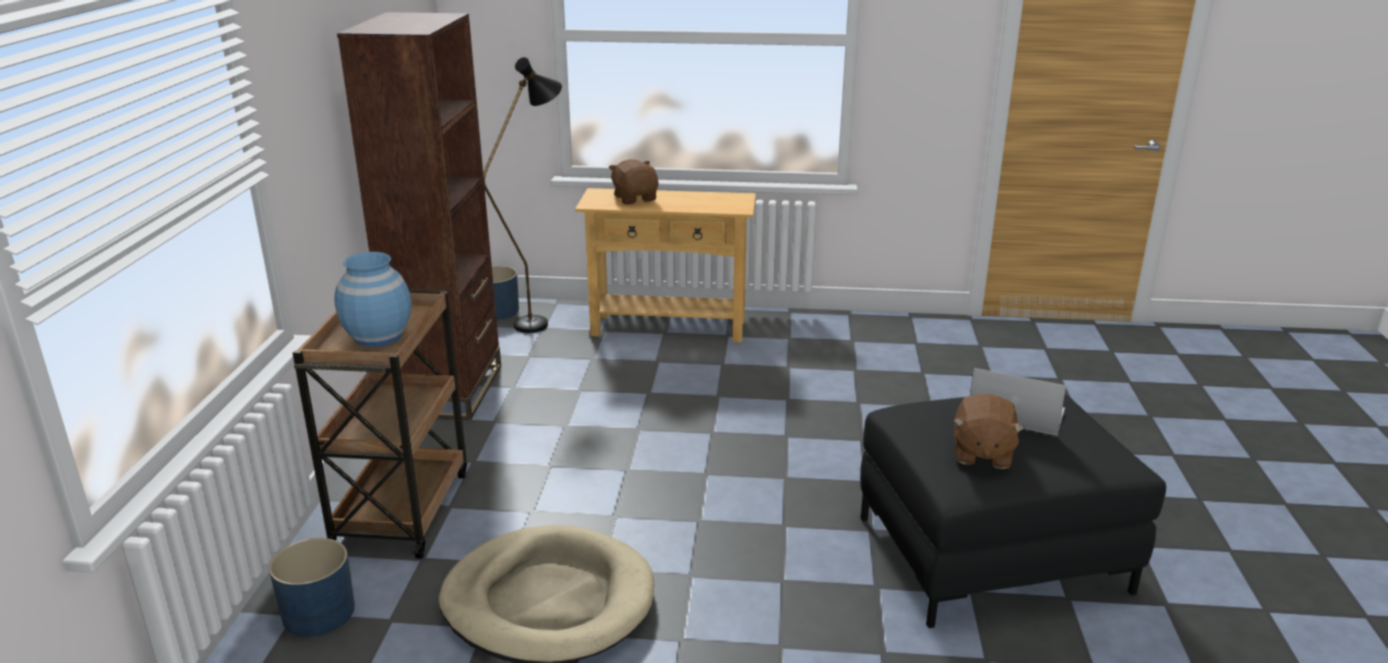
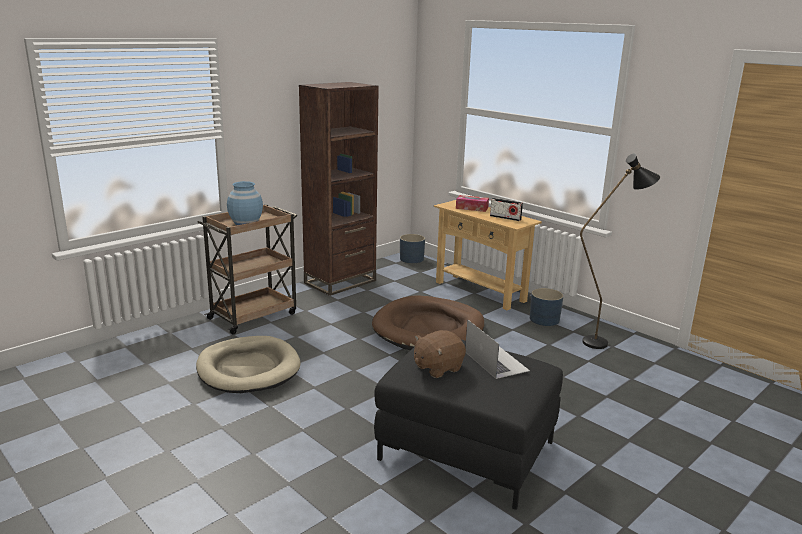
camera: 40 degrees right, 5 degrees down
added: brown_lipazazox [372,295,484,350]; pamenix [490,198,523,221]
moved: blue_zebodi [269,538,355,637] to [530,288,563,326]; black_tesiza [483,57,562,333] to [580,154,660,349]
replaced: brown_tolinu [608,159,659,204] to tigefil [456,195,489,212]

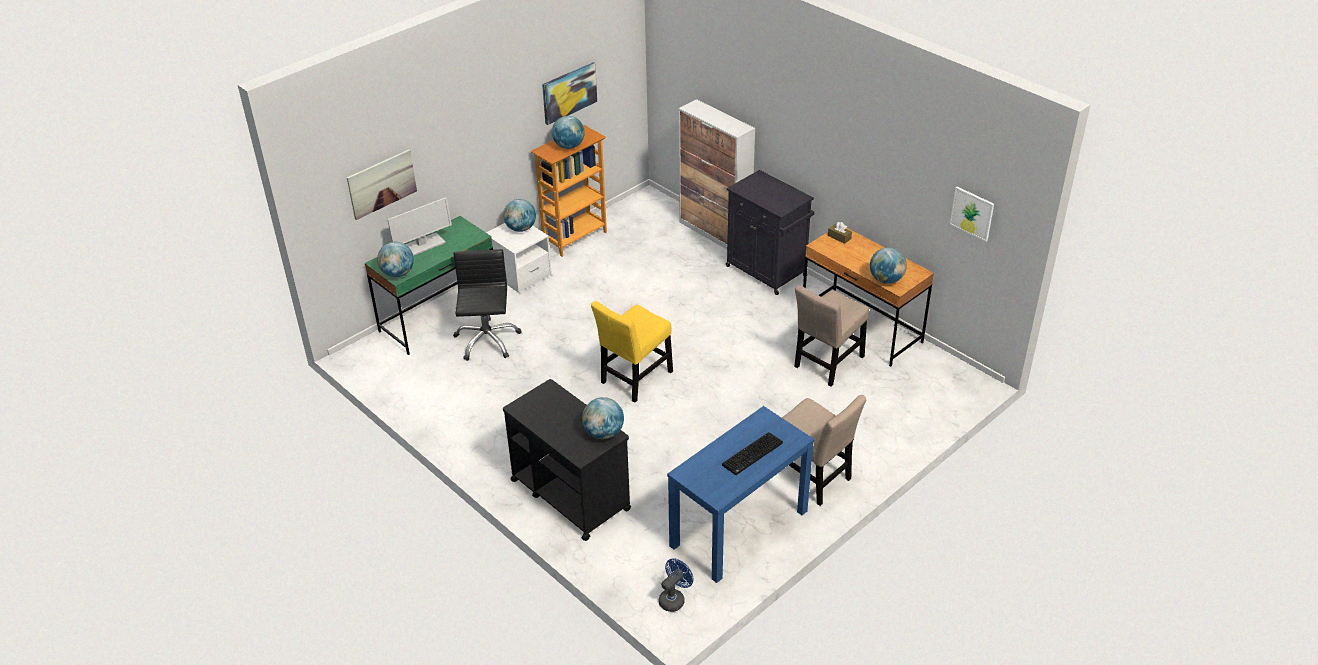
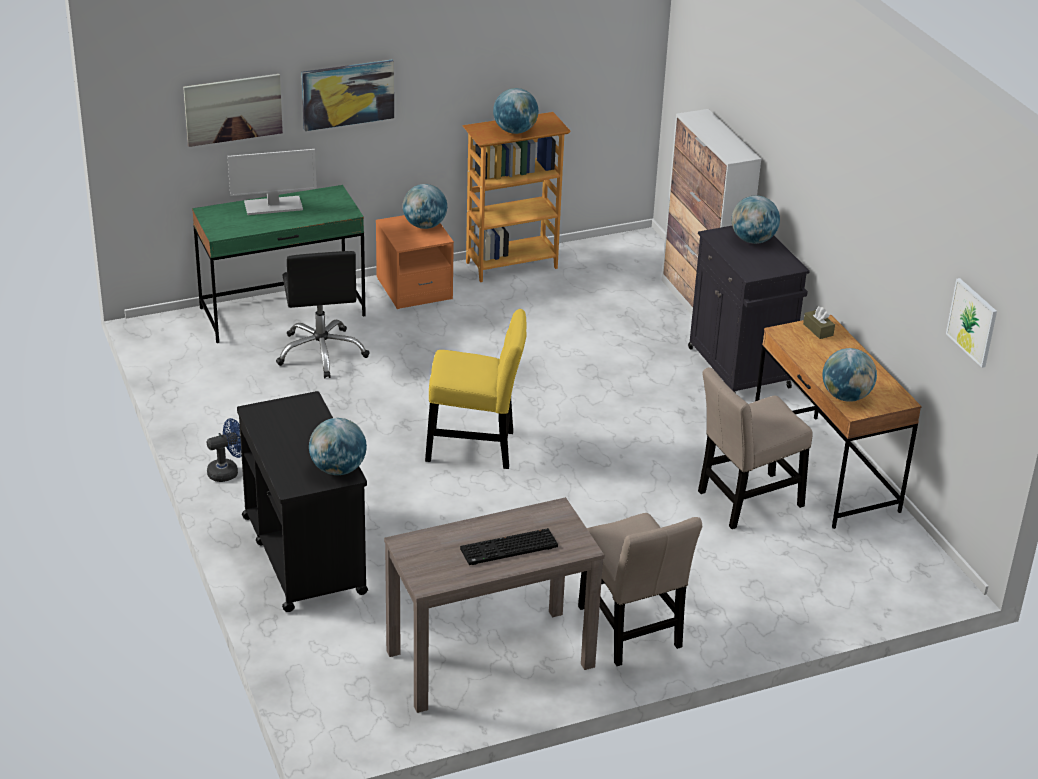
camera: 20 degrees right, 5 degrees down
moved: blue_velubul [659,558,693,612] to [207,418,242,482]; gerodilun [542,62,597,125] to [301,60,394,131]; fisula [377,242,414,277] to [732,195,780,244]
recoloured: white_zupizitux [486,223,552,293] to orange_zupizitux [376,215,454,309]; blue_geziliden [667,406,814,583] to brown_geziliden [384,497,604,713]
turned: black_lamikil [453,249,522,361] = [276,251,370,378] 150 degrees clockwise; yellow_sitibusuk [591,301,673,403] = [425,309,527,469] 150 degrees counterclockwise

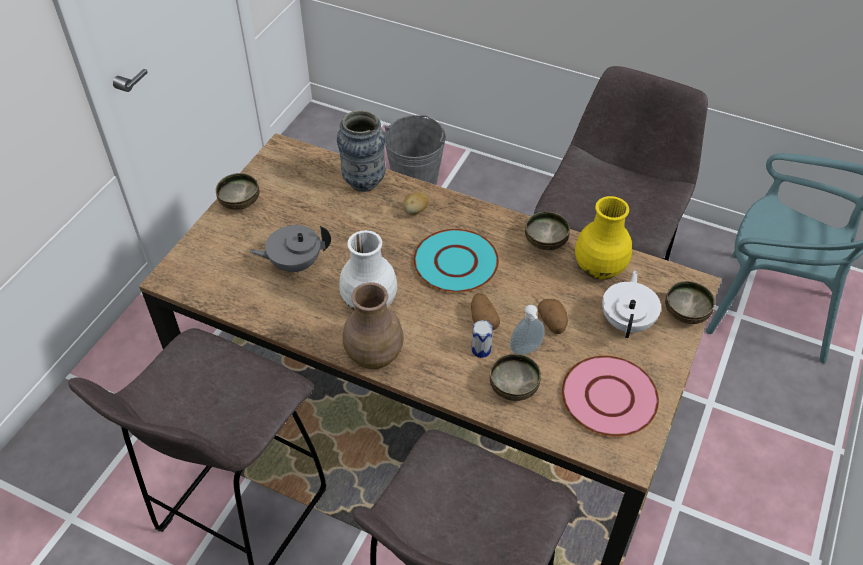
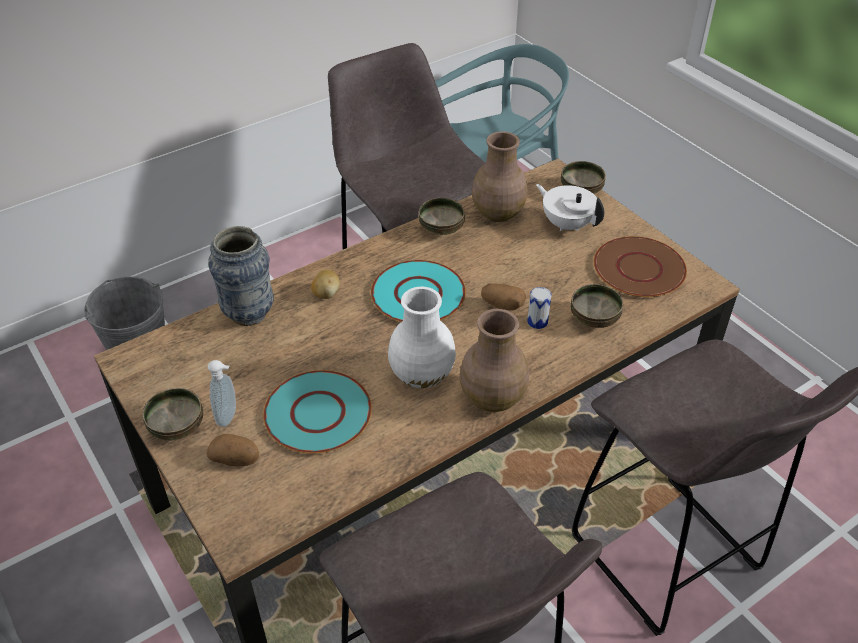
camera: 60 degrees left, 5 degrees down
moved: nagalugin [538,299,568,334] to [207,434,259,466]; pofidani [510,305,545,355] to [208,360,236,427]
replaced: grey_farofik [249,225,331,273] to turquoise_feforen [263,370,372,454]
recoloured: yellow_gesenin [575,196,632,280] to brown_gesenin [472,131,528,222]; pink_feforen [561,356,659,437] to brown_feforen [594,236,687,297]

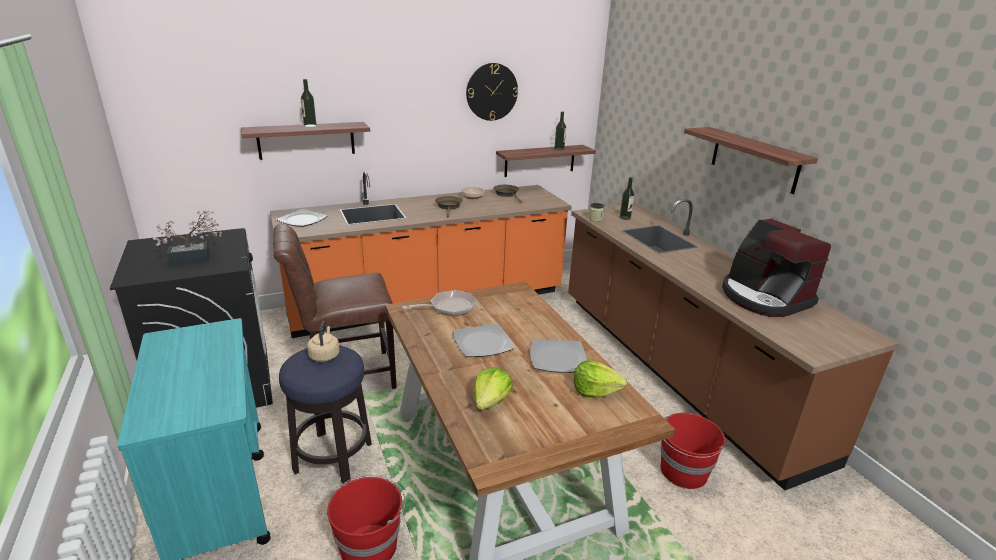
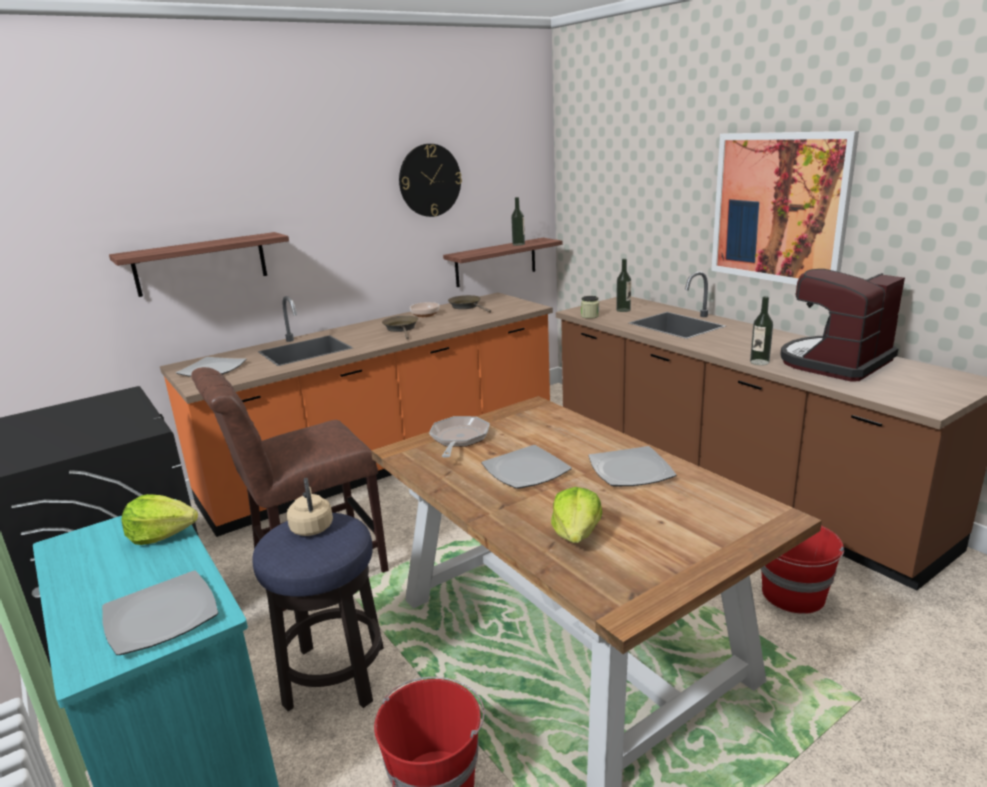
camera: 10 degrees left, 5 degrees down
removed: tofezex [153,210,222,266]
added: feforen [102,571,218,655]
moved: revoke [574,360,627,398] to [122,494,198,545]; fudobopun [301,79,317,127] to [750,296,773,365]
replaced: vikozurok [684,127,818,194] to gerodilun [711,131,859,285]
turned: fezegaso [402,290,477,316] = [429,416,490,458] 45 degrees counterclockwise; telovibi [722,219,831,317] = [780,269,905,382] 90 degrees clockwise

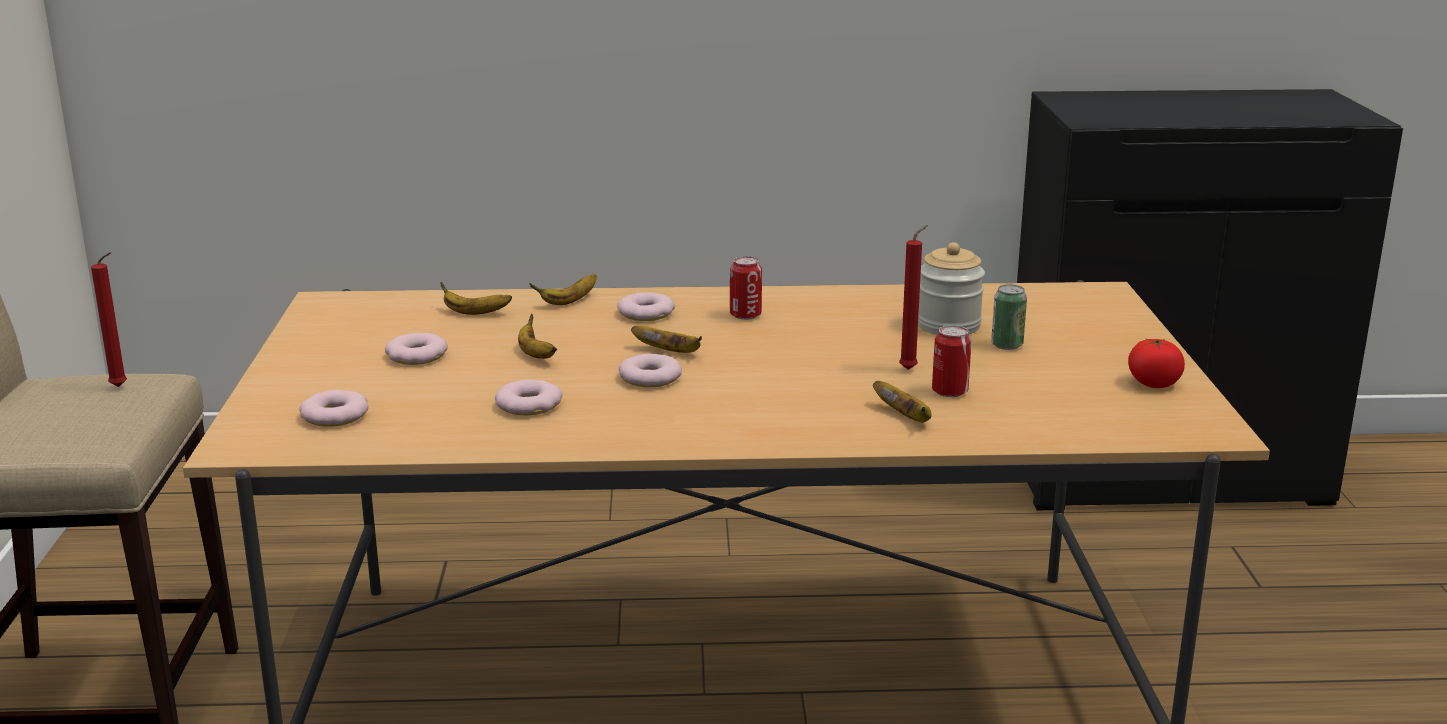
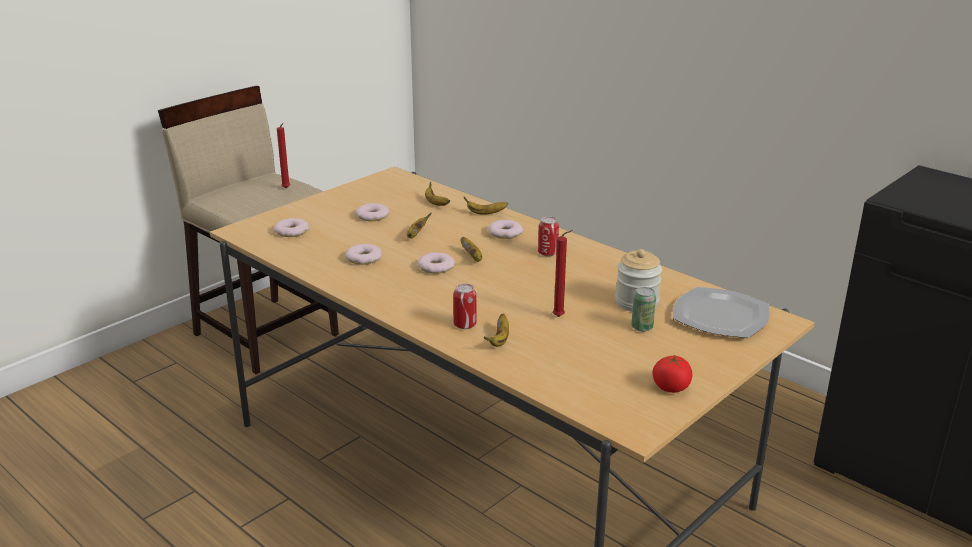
camera: 45 degrees right, 5 degrees up
added: feforen [673,287,770,338]
moved: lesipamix [932,325,971,397] to [453,284,476,329]

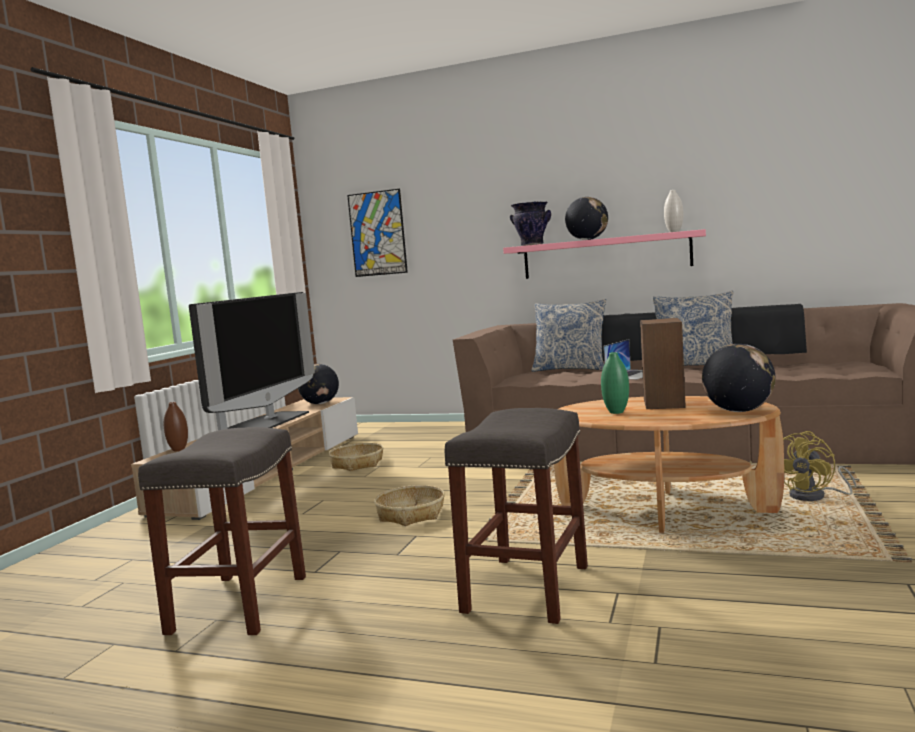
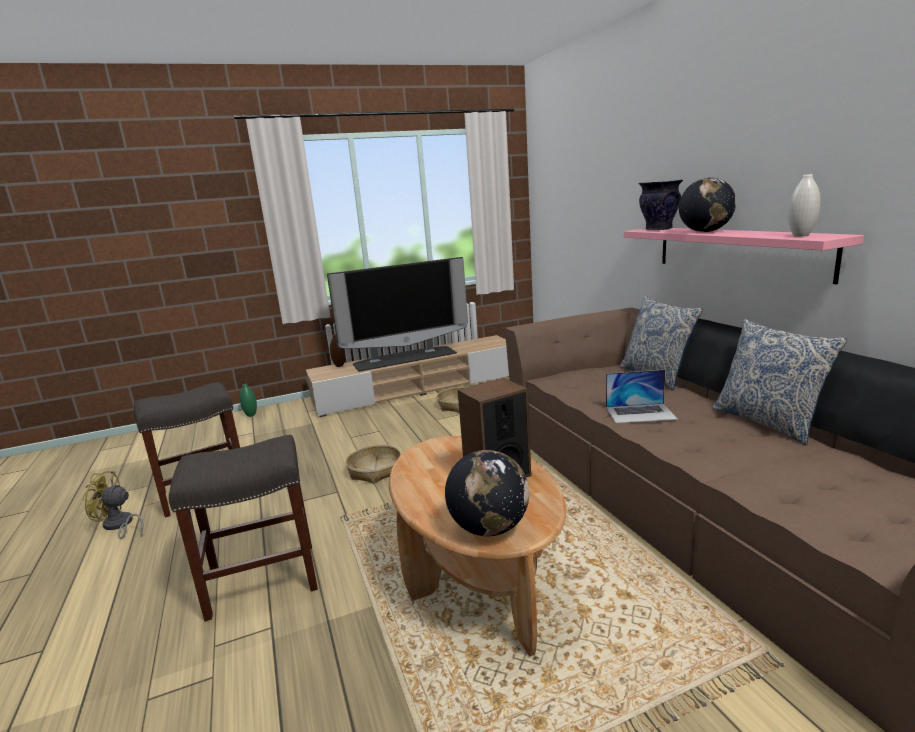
camera: 50 degrees right, 10 degrees up
removed: fisula [298,364,339,404]; gerodilun [347,189,408,277]
moved: yellow_velubul [783,431,856,501] to [82,471,144,539]; green_gesenin [601,352,629,414] to [240,384,257,417]

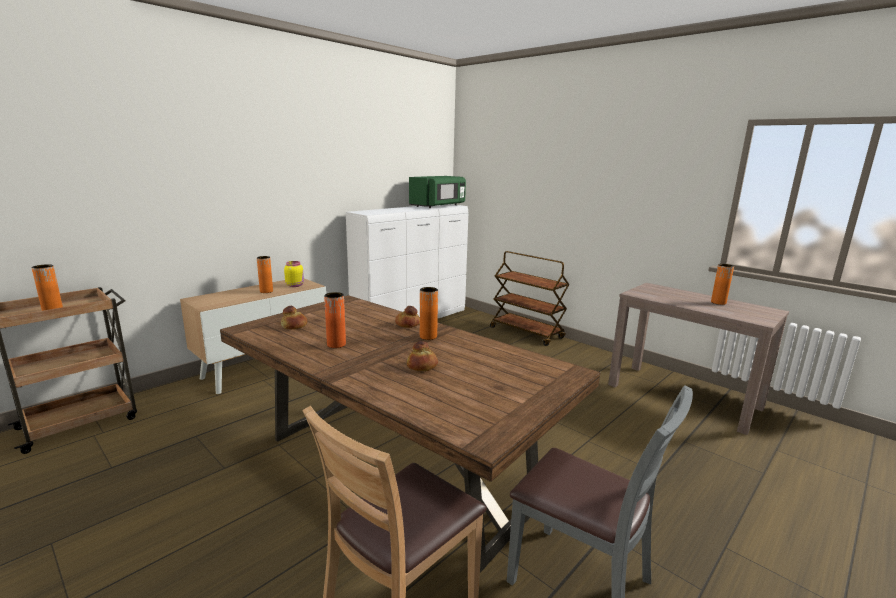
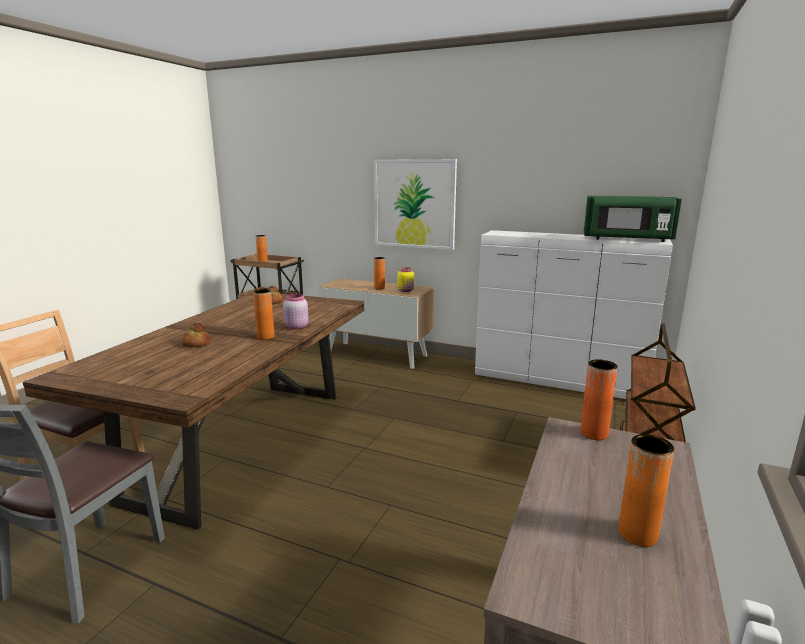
camera: 70 degrees right, 0 degrees up
added: gerodilun [374,159,457,250]
moved: orange_gesenin [324,292,346,348] to [580,359,618,440]
replaced: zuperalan [395,306,420,328] to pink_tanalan [283,294,309,329]

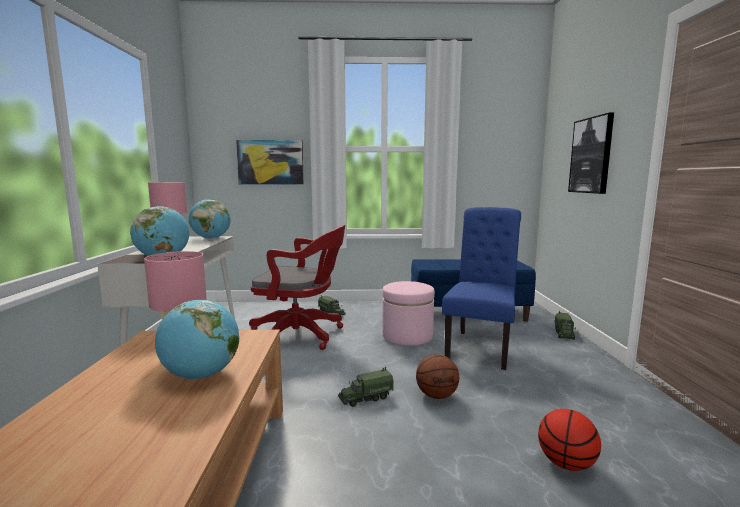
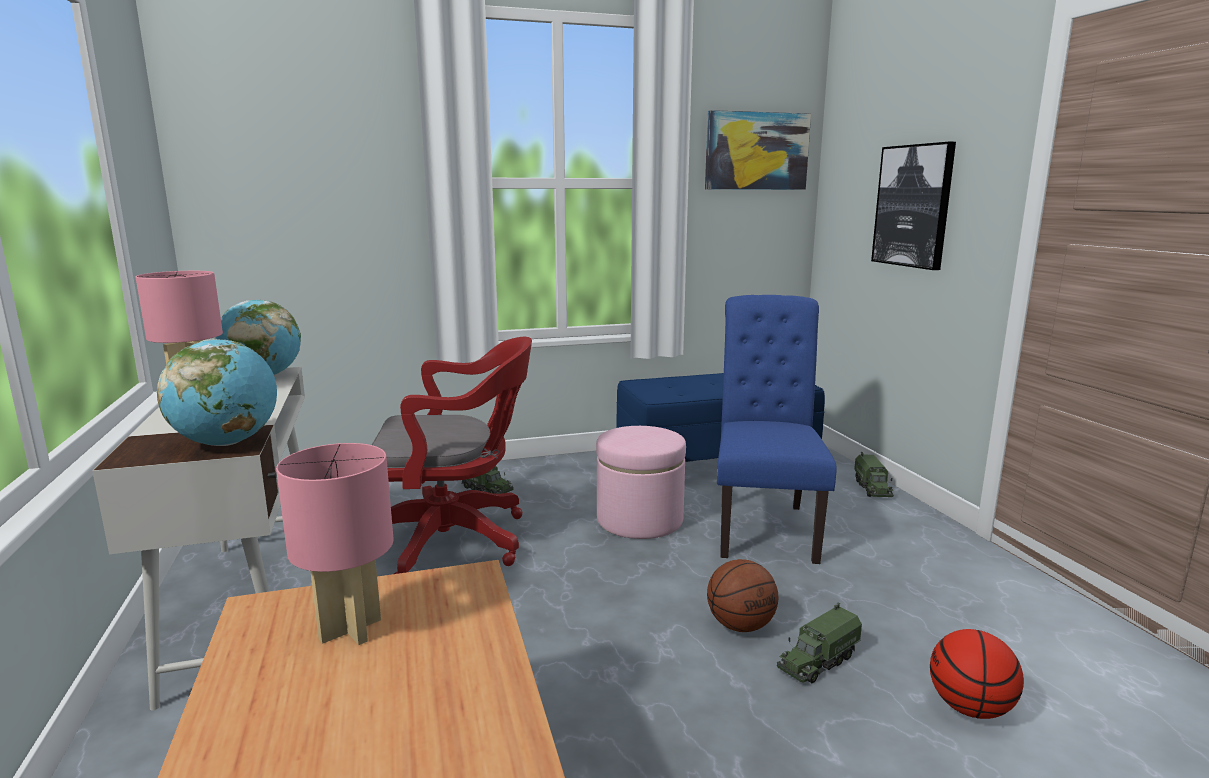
camera: 15 degrees left, 5 degrees up
removed: fisula [155,300,239,379]
moved: gerodilun [236,140,304,184] to [705,110,811,190]; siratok [338,367,394,407] to [777,602,862,683]

